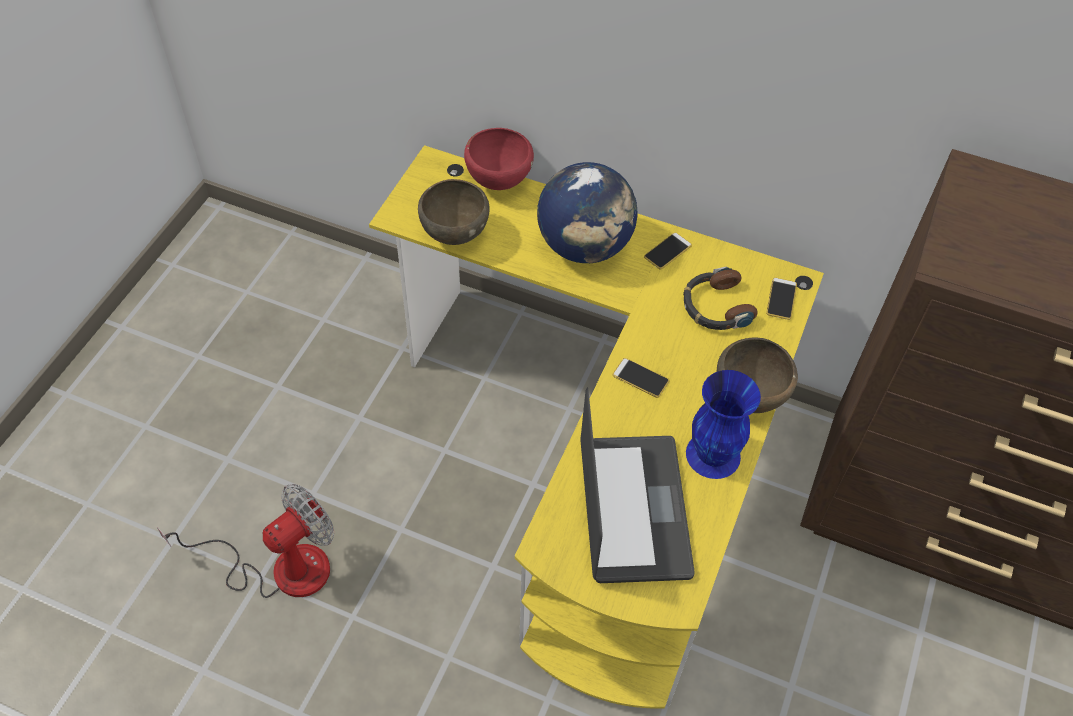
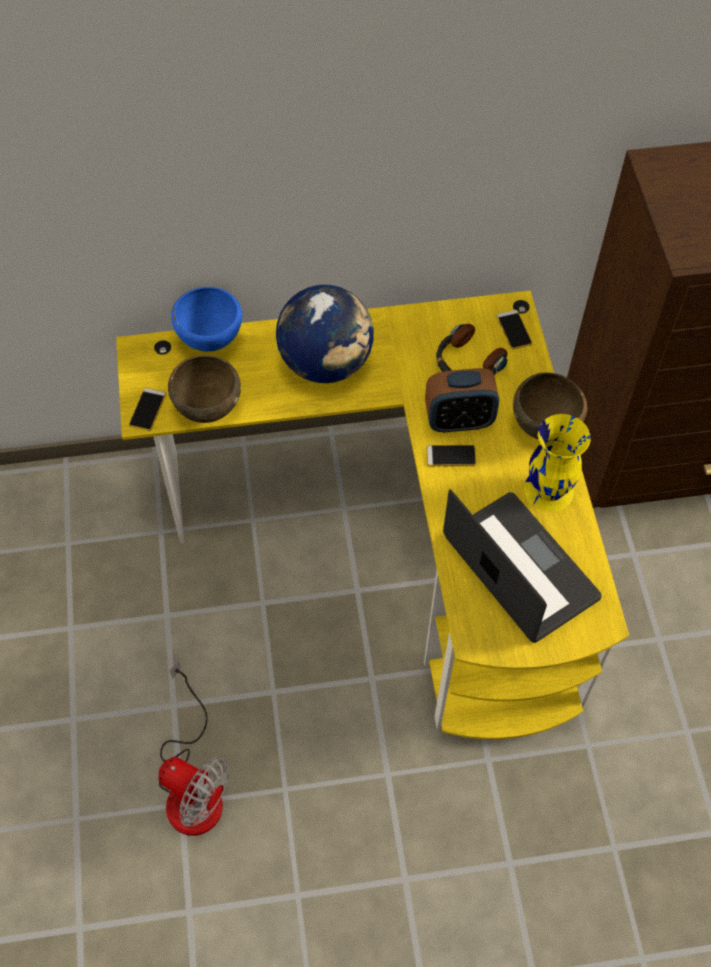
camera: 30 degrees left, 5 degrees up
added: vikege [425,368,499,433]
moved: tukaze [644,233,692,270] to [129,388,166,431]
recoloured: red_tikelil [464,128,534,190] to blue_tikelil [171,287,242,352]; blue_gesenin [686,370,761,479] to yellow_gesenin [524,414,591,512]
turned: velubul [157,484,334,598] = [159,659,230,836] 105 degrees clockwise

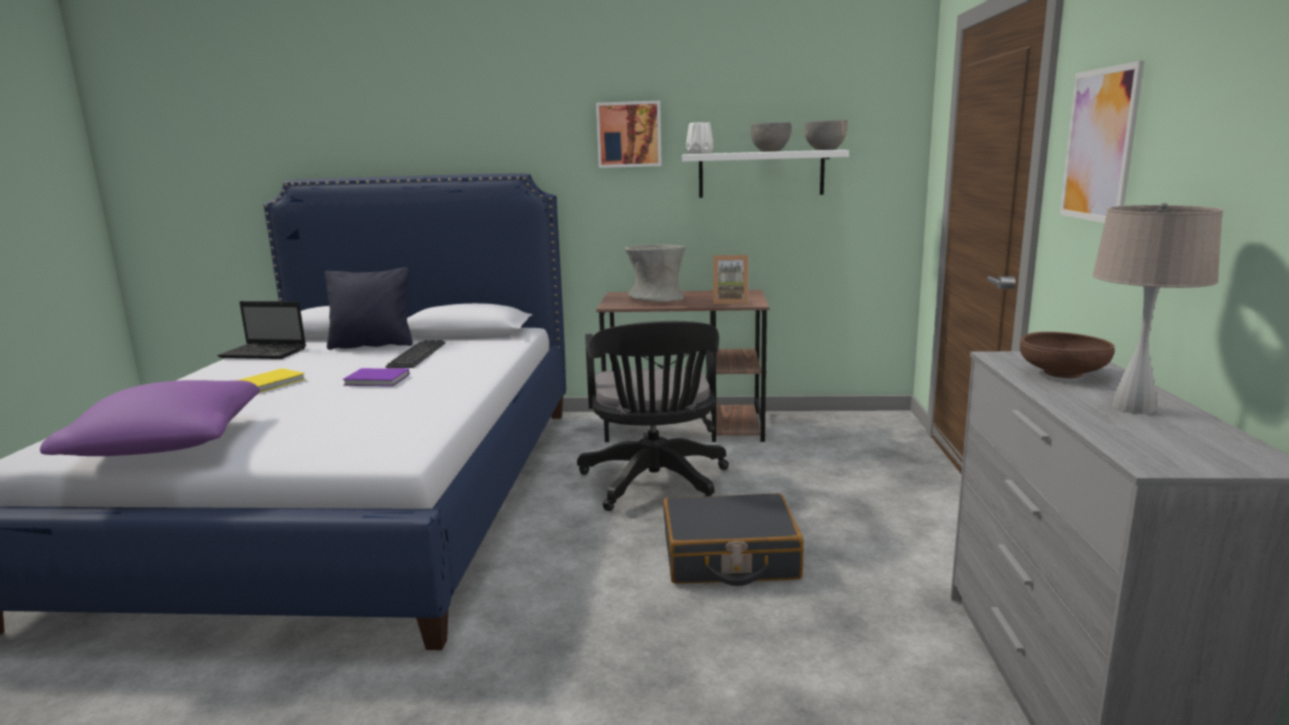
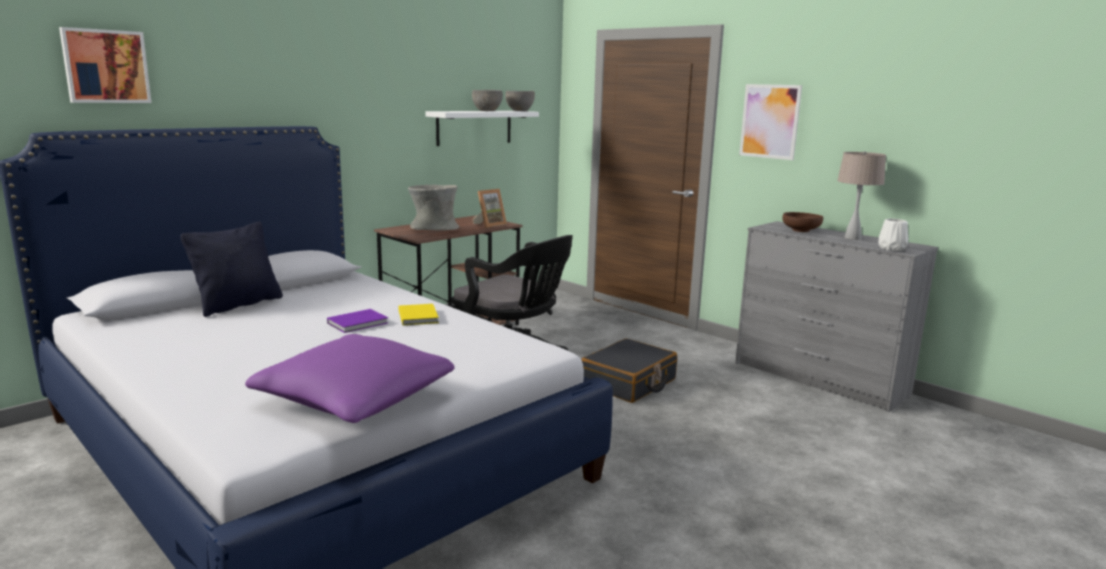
camera: 50 degrees left, 0 degrees up
removed: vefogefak [217,301,306,359]; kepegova [386,340,445,368]
moved: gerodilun [596,101,662,168] to [59,27,152,103]; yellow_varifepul [240,368,306,393] to [398,304,439,325]; white_gesenin [686,122,713,154] to [878,219,908,251]

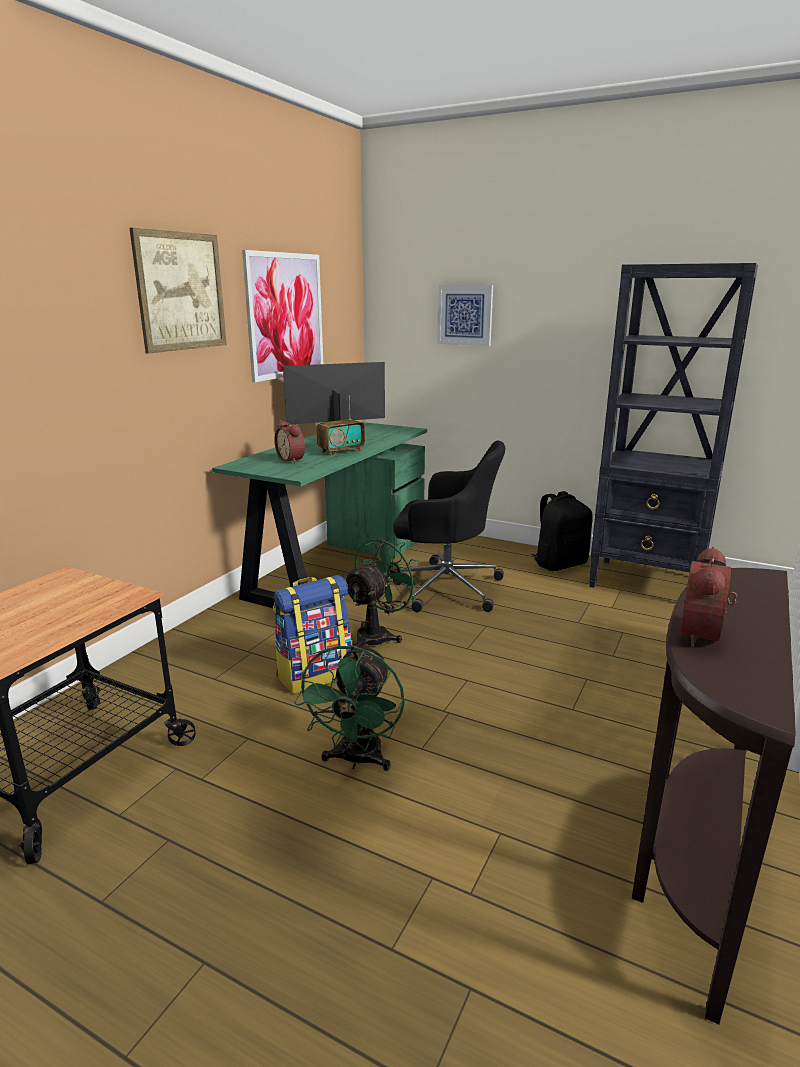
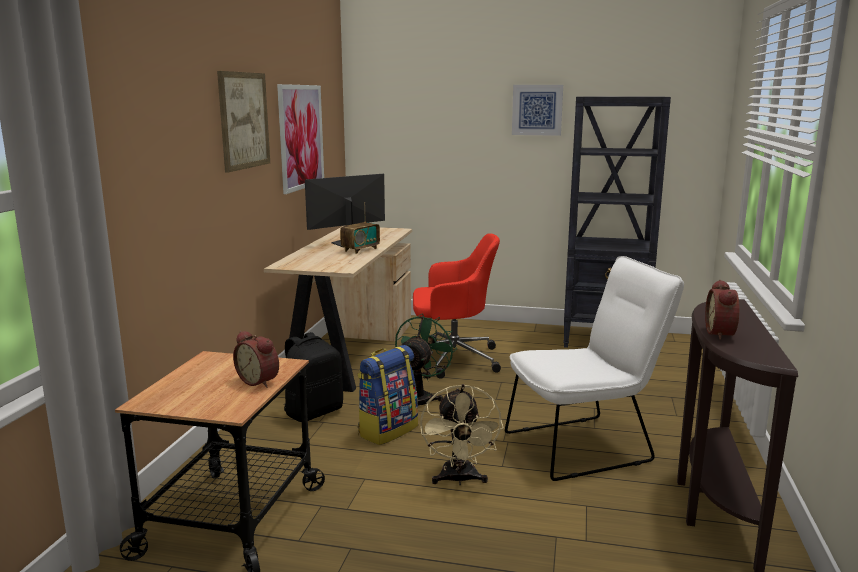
camera: 15 degrees left, 5 degrees down
added: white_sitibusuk [505,256,684,481]
moved: vikege [274,421,305,463] to [233,331,279,388]; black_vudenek [531,491,593,571] to [284,332,343,422]; gerodilun [437,285,493,346] to [512,85,563,136]
recoloured: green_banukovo [212,422,427,608] to beige_banukovo [264,226,412,392]; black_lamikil [393,441,505,612] to red_lamikil [413,233,501,379]; green_velubul [294,644,405,771] to beige_velubul [420,384,504,486]

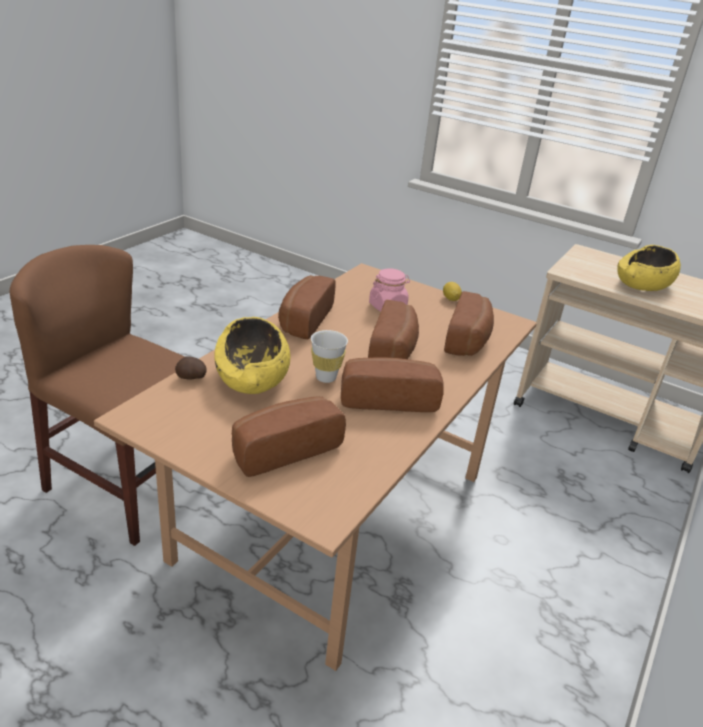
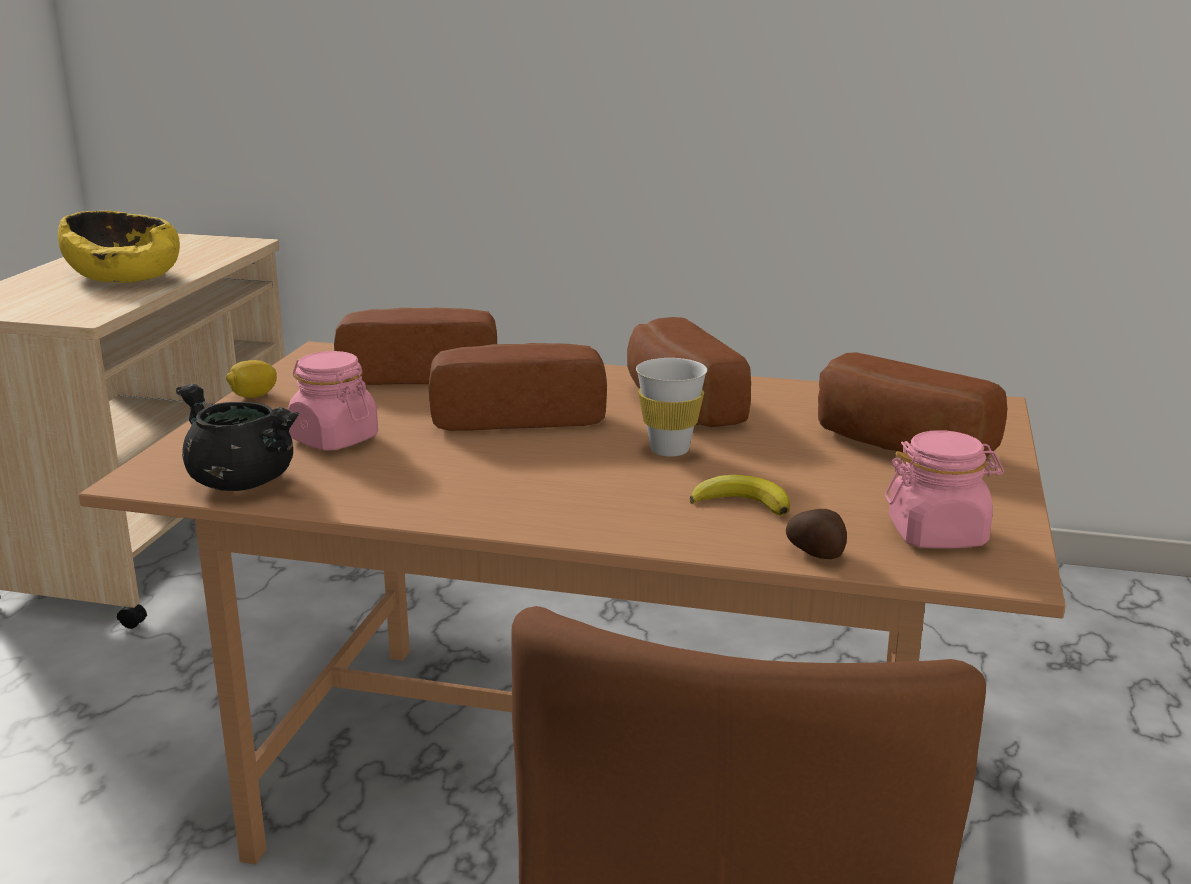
camera: 105 degrees left, 10 degrees down
removed: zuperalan [278,275,336,339]
added: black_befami [176,384,299,491]; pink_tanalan [885,430,1004,549]
replaced: yellow_tikelil [214,317,291,394] to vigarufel [690,475,790,516]

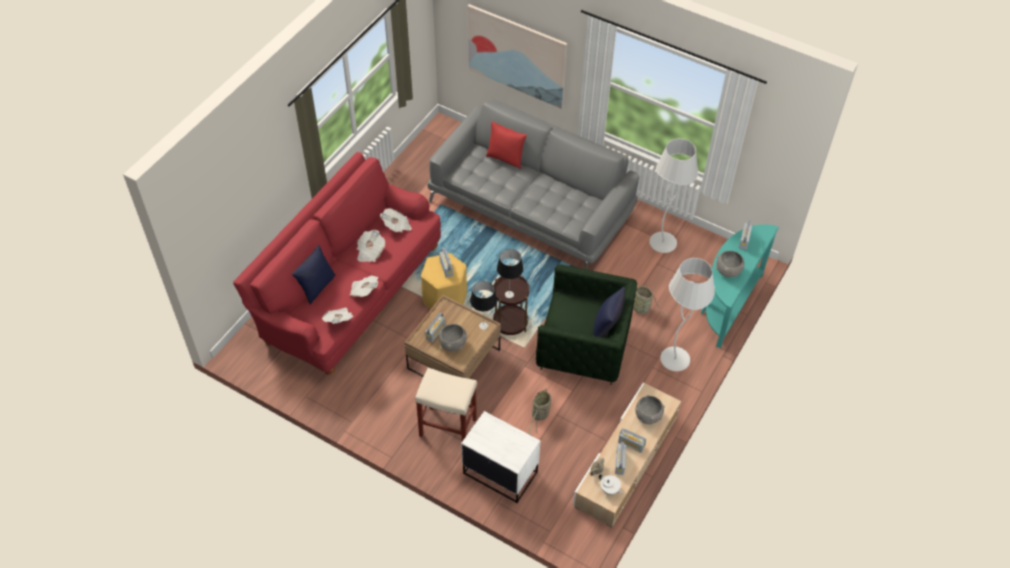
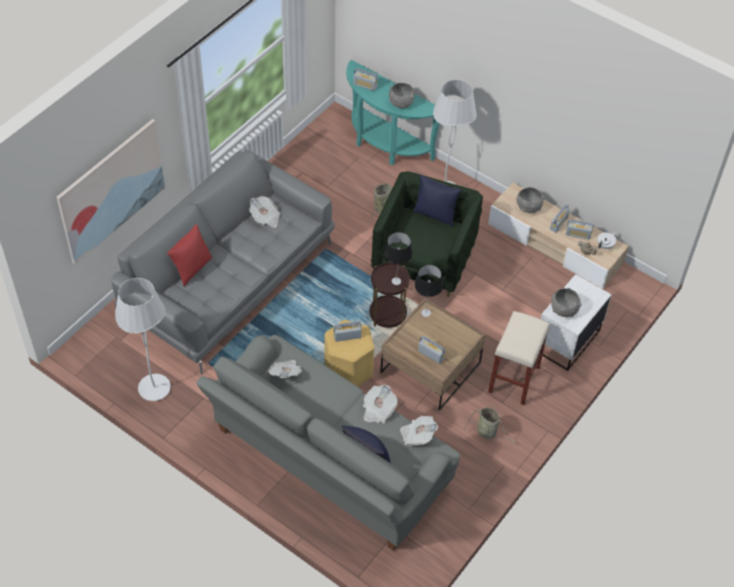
camera: 85 degrees left, 0 degrees up
moved: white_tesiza [649,139,698,253] to [115,278,171,401]; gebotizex [357,230,385,262] to [249,196,281,228]; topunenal [529,389,551,436] to [465,407,516,444]; grey_tikelil [439,323,467,351] to [551,288,582,318]
recoloured: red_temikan [233,152,441,375] to grey_temikan [196,335,460,551]

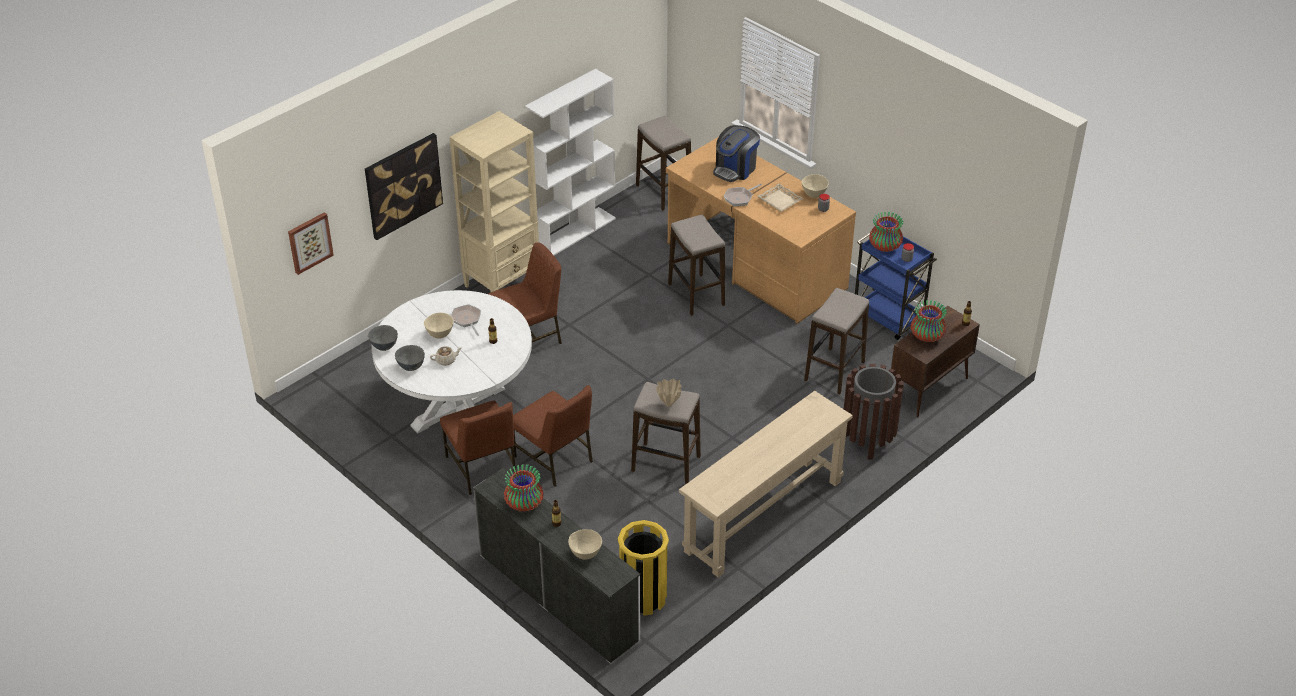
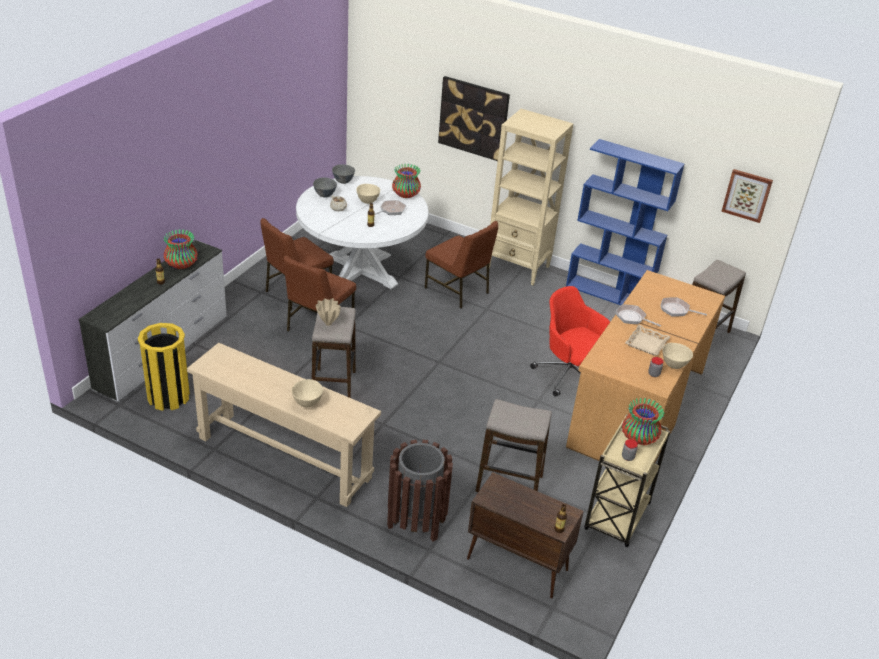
camera: 70 degrees right, 5 degrees down
moved: beige_tikelil [568,529,602,560] to [292,379,323,408]; gesenin [911,300,947,342] to [392,164,421,198]; gerodilun [288,212,334,275] to [721,169,773,223]
replaced: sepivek [668,214,725,316] to red_lamikil [530,286,610,397]; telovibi [713,125,760,182] to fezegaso [661,297,707,316]
recoloured: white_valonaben [525,69,616,255] to blue_valonaben [566,139,685,305]; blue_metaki [855,232,937,340] to beige_metaki [584,414,670,547]

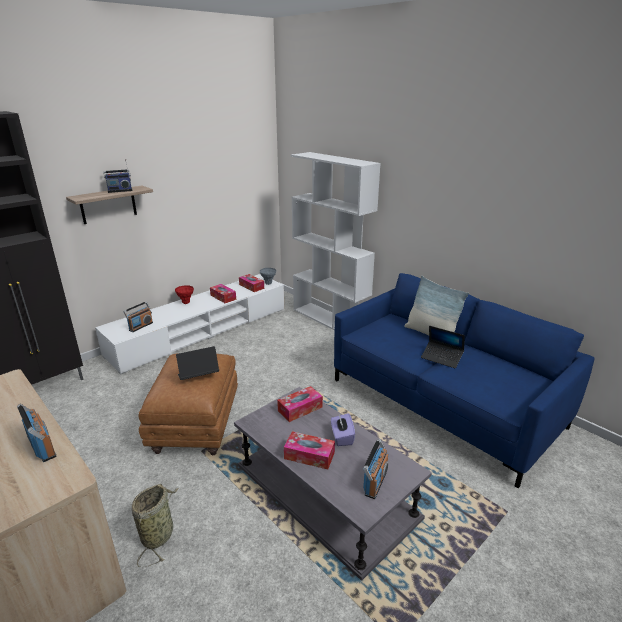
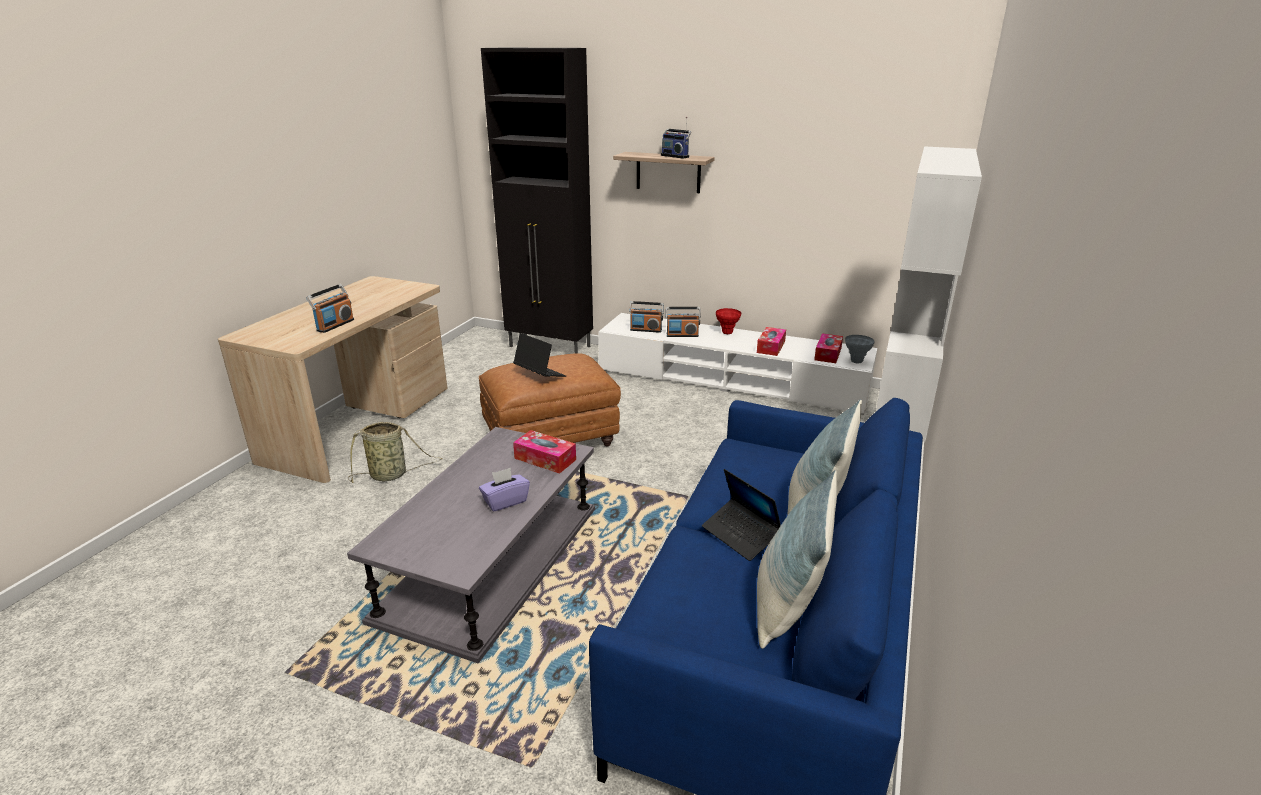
camera: 65 degrees right, 0 degrees up
removed: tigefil [284,431,335,470]
added: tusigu [757,470,837,649]
moved: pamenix [363,439,388,499] to [666,307,701,337]
turned: vefogefak [421,326,465,369] = [702,469,781,561] 45 degrees counterclockwise

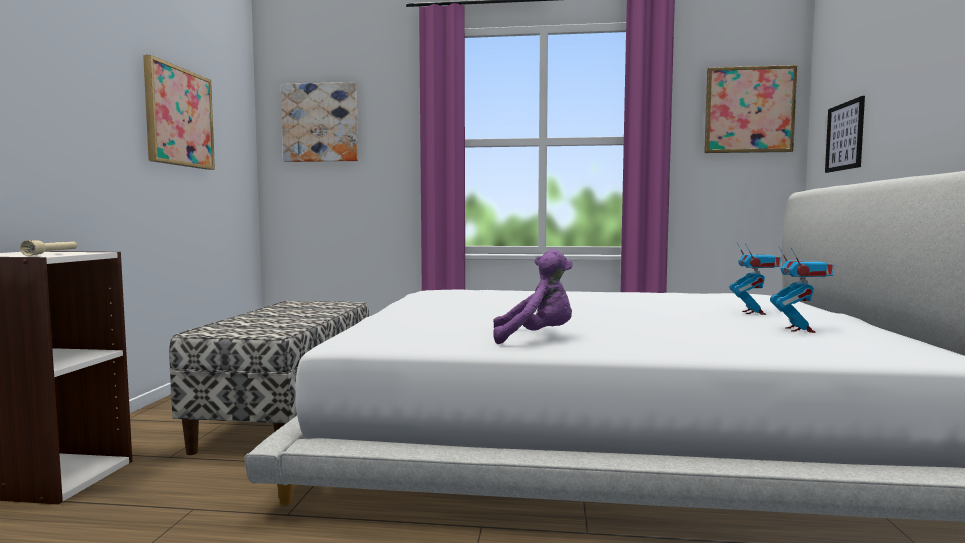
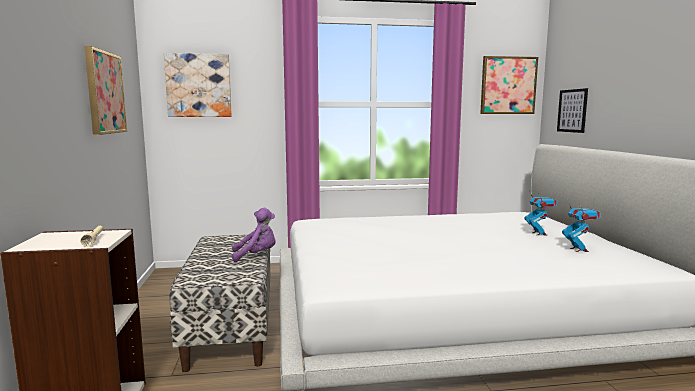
camera: 15 degrees left, 5 degrees up
moved: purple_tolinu [493,249,573,344] to [232,208,276,262]

